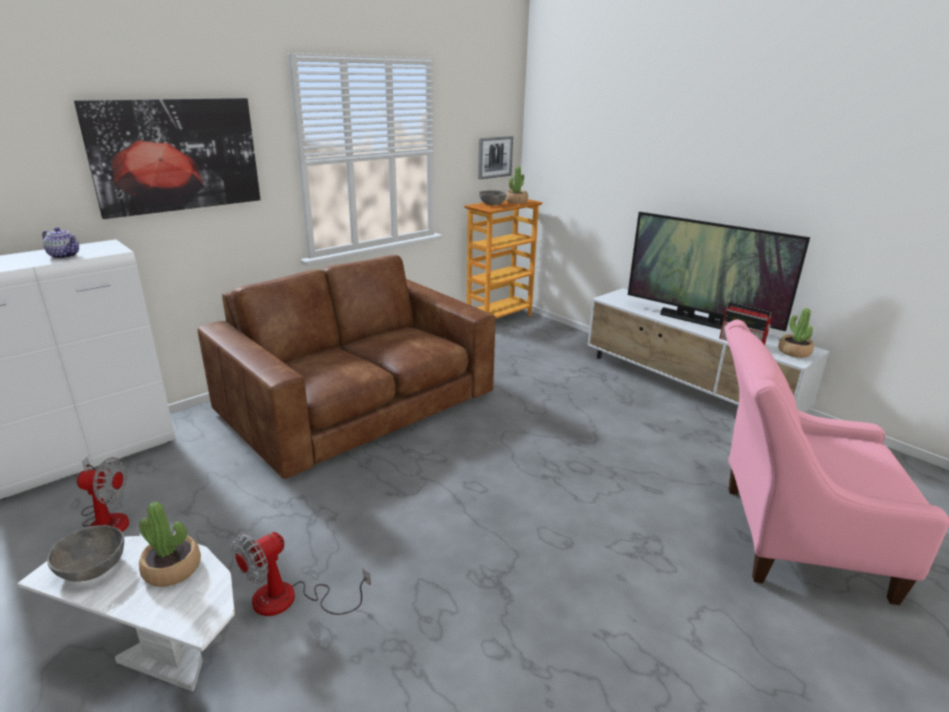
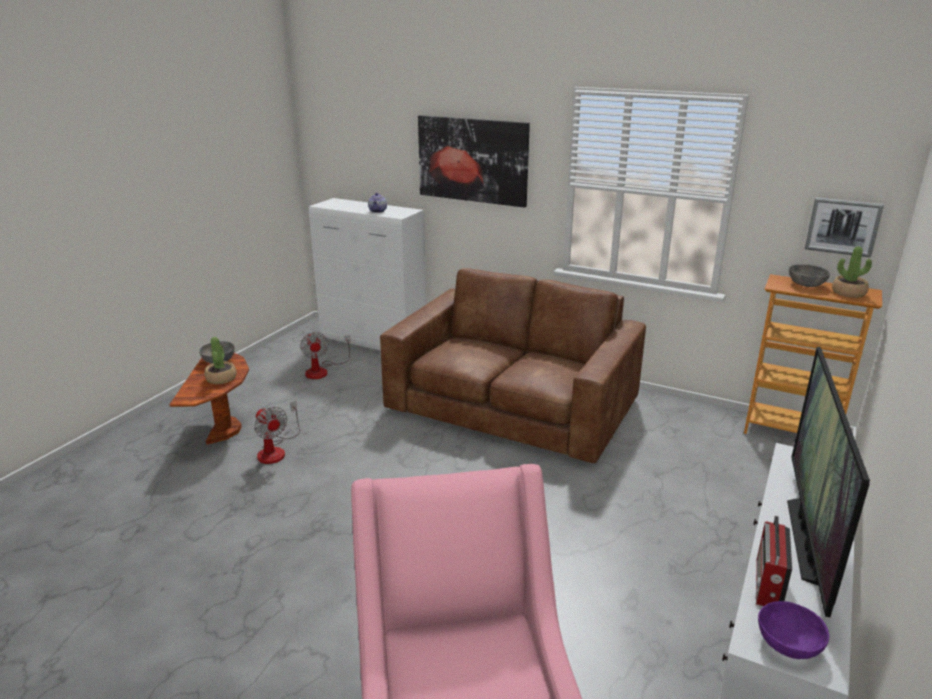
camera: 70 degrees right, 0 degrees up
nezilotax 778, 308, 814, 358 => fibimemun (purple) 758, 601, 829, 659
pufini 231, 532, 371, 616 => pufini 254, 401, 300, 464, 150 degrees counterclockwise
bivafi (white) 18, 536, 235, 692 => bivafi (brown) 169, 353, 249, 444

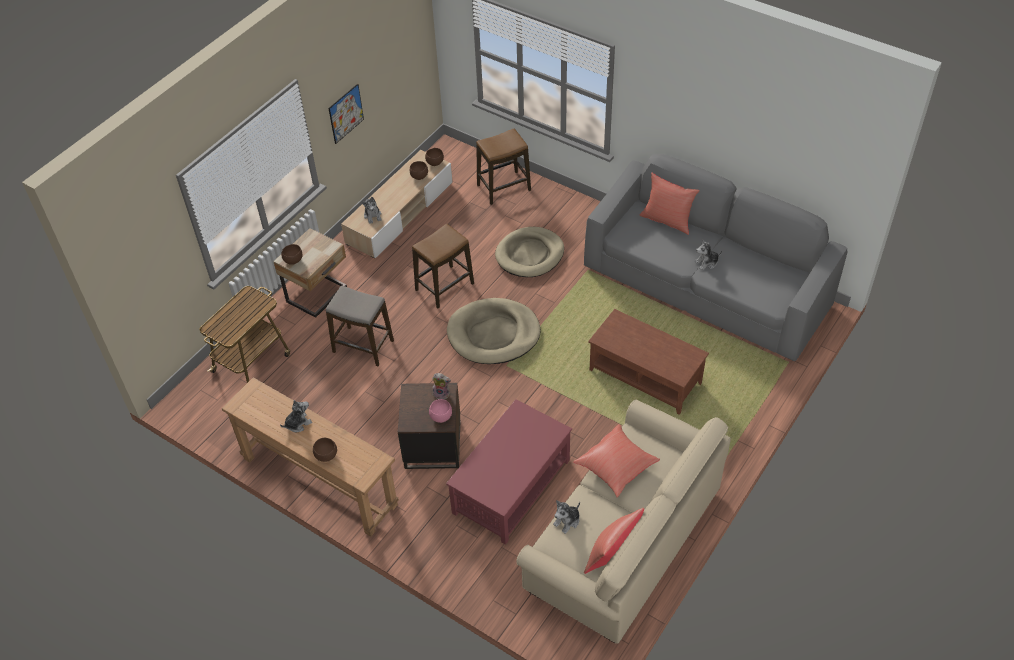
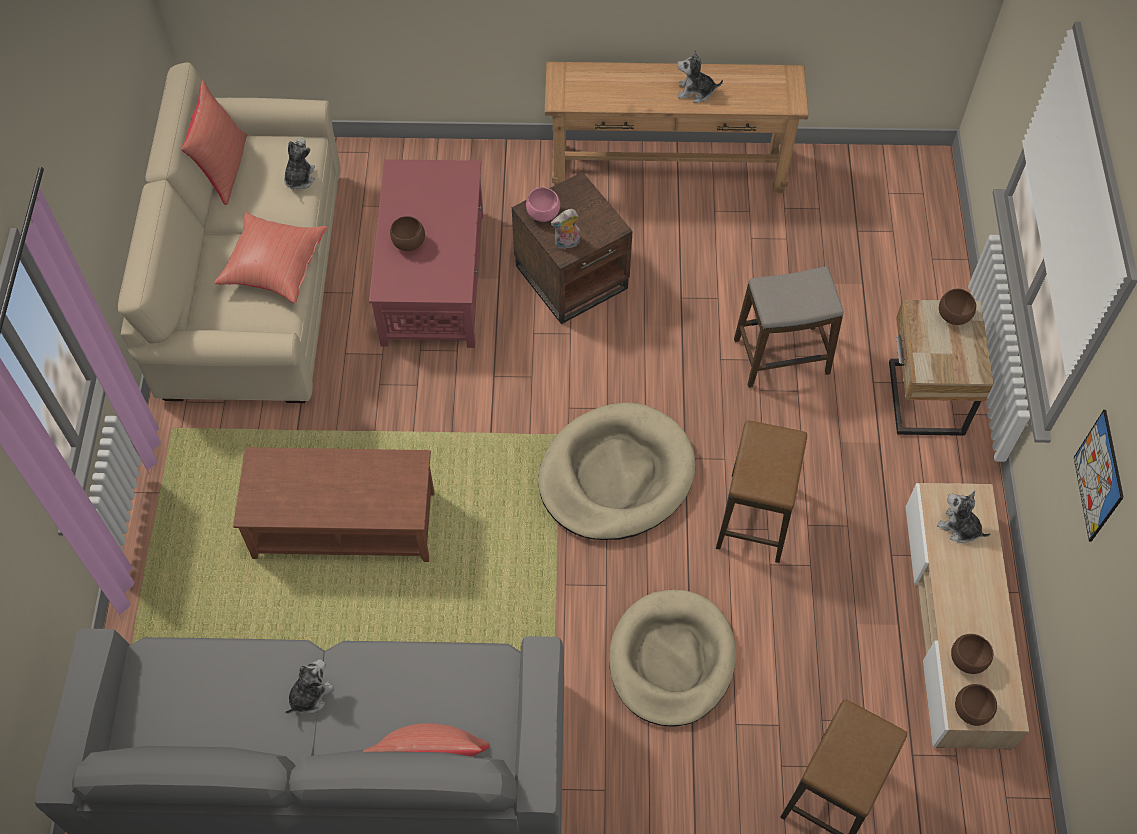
camera: 145 degrees right, 10 degrees up
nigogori 200, 286, 290, 383 => nothing
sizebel 280, 400, 312, 432 => sizebel 677, 50, 723, 103, 75 degrees clockwise
fibimemun (brown) 313, 438, 337, 462 => fibimemun (brown) 390, 216, 425, 251, moved

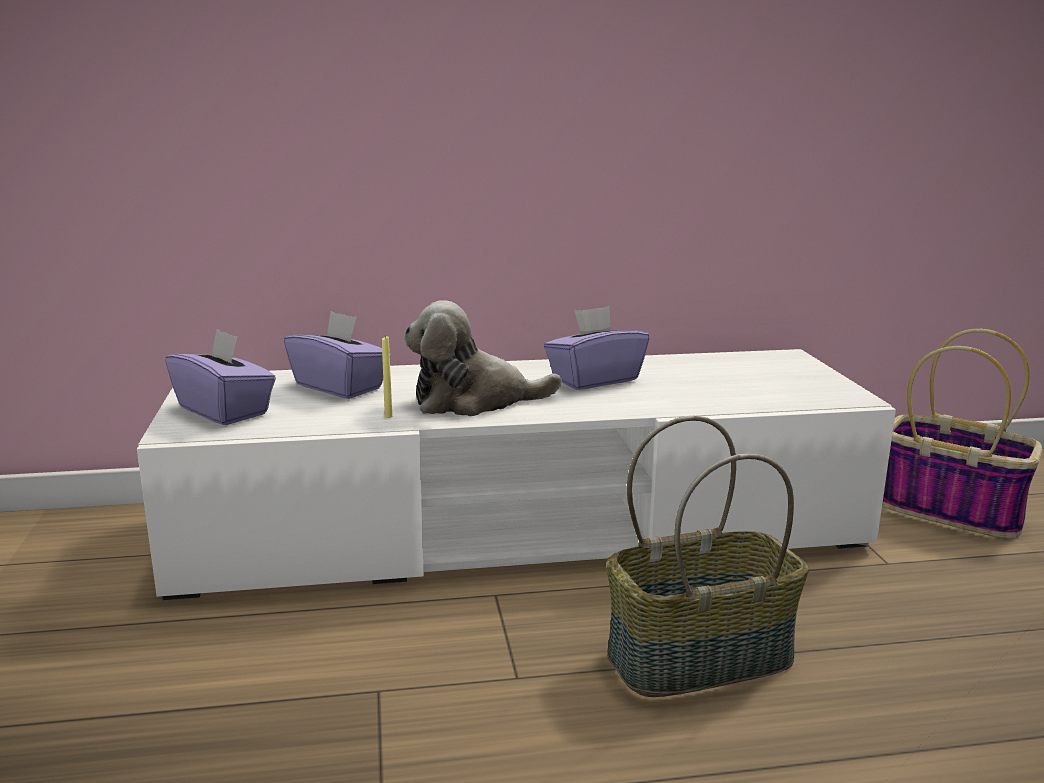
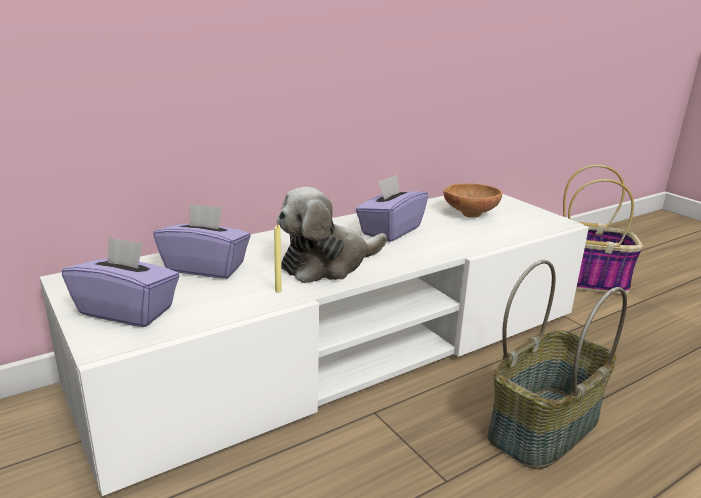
camera: 25 degrees left, 5 degrees up
nothing => fibimemun (brown) 443, 183, 502, 218

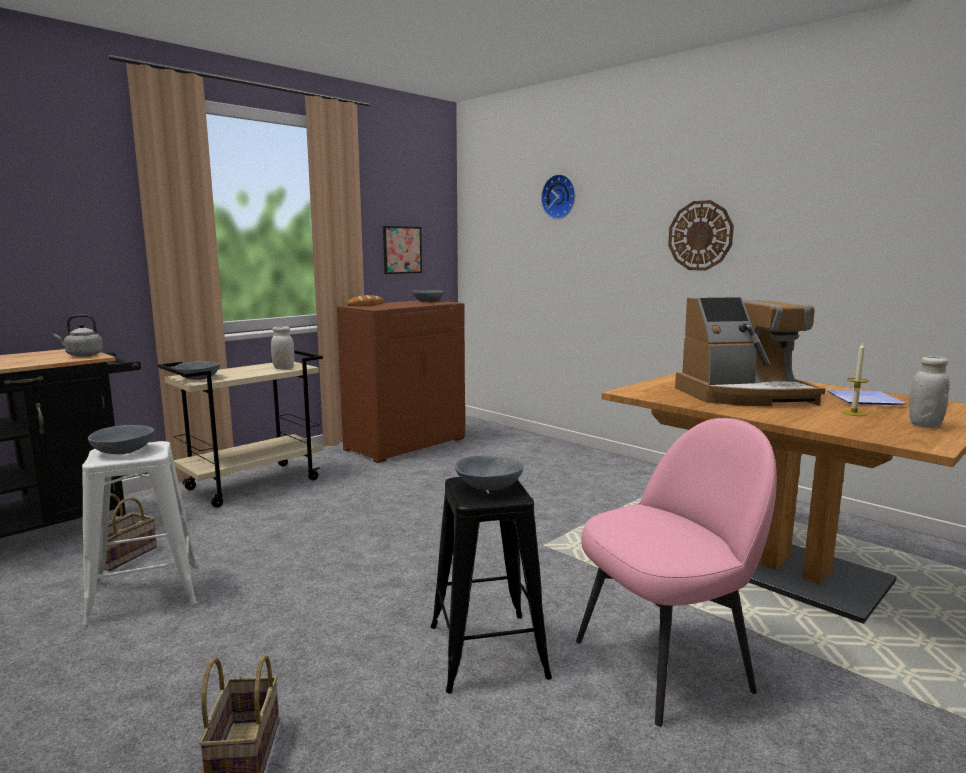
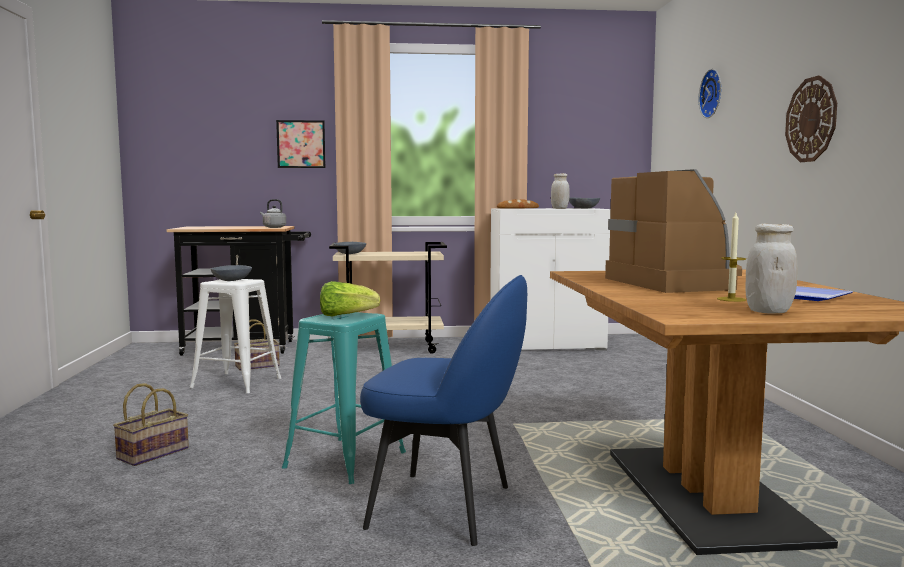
camera: 40 degrees right, 5 degrees down
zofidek 383, 226, 422, 274 => zofidek 276, 120, 325, 168, moved
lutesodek 675, 297, 825, 406 => lutesodek 605, 169, 742, 293, 135 degrees counterclockwise
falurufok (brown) 337, 300, 465, 463 => falurufok (white) 490, 208, 611, 351
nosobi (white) 271, 326, 295, 369 => nosobi (white) 551, 173, 570, 209, moved
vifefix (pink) 576, 418, 777, 727 => vifefix (blue) 360, 275, 527, 546
fibimemun (grey) 455, 456, 523, 491 => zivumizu 320, 281, 380, 316
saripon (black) 431, 477, 552, 694 => saripon (turquoise) 282, 312, 406, 484

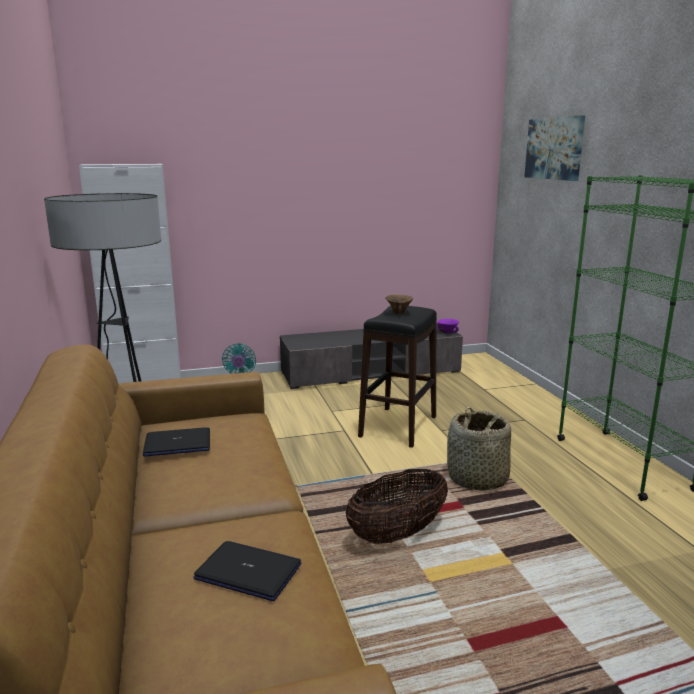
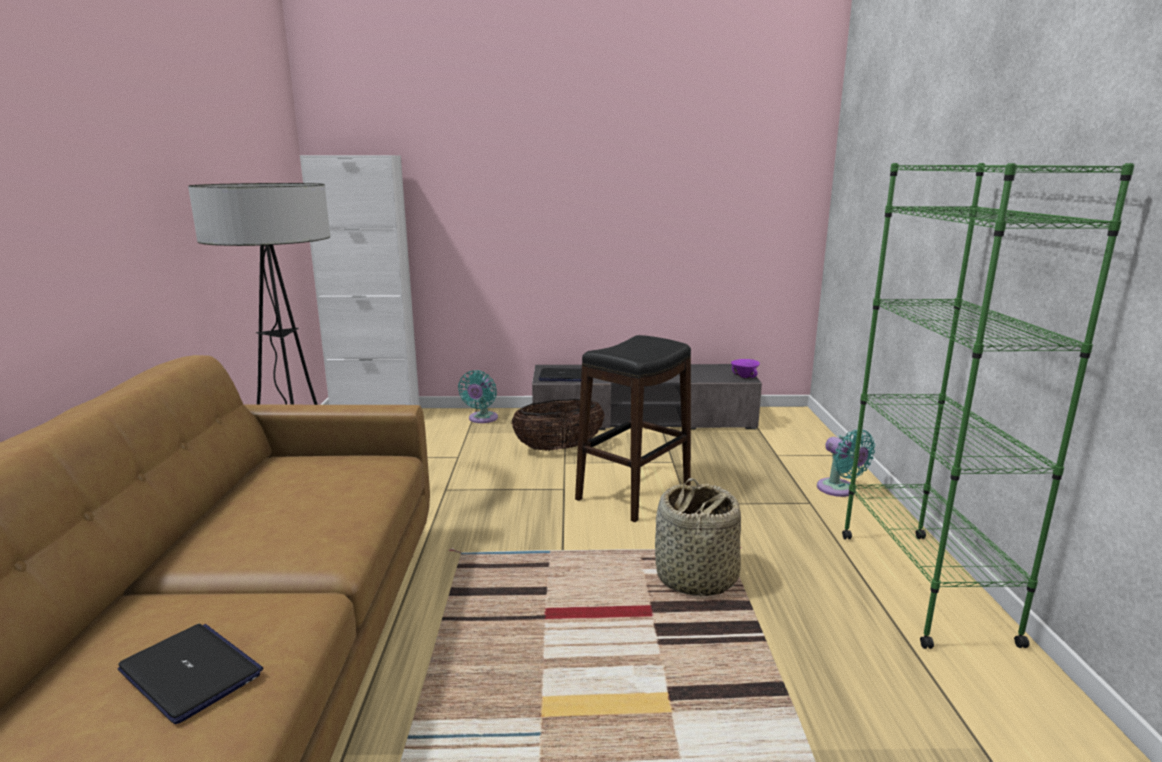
camera: 15 degrees right, 0 degrees up
zofidek 524, 116, 585, 181 => nothing
fibimemun (brown) 385, 294, 413, 314 => nothing
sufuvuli 143, 427, 210, 457 => sufuvuli 539, 368, 582, 381, moved
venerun 346, 469, 448, 544 => venerun 511, 399, 605, 450, moved
nothing => pufini (turquoise) 817, 430, 875, 497

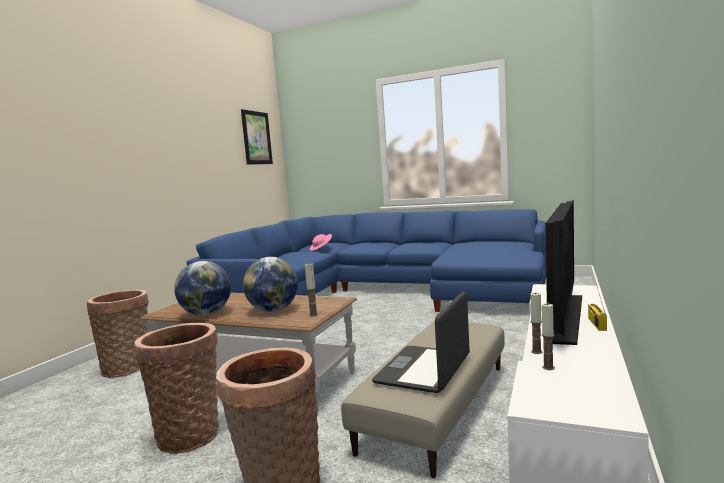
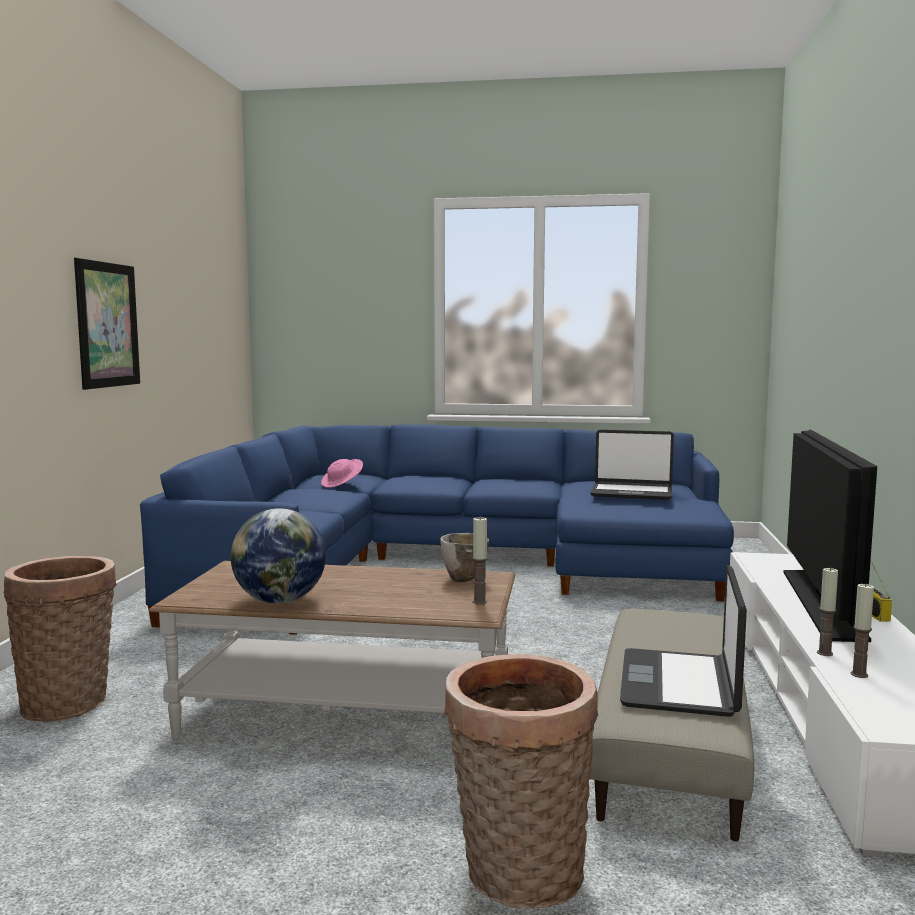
camera: 15 degrees left, 0 degrees up
zofidek 241, 109, 273, 165 => zofidek 74, 258, 140, 390, moved
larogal 243, 257, 298, 312 => nothing
venerun 135, 323, 219, 454 => nothing
nothing => sufuvuli 590, 430, 674, 500
nothing => fibimemun 440, 533, 489, 582

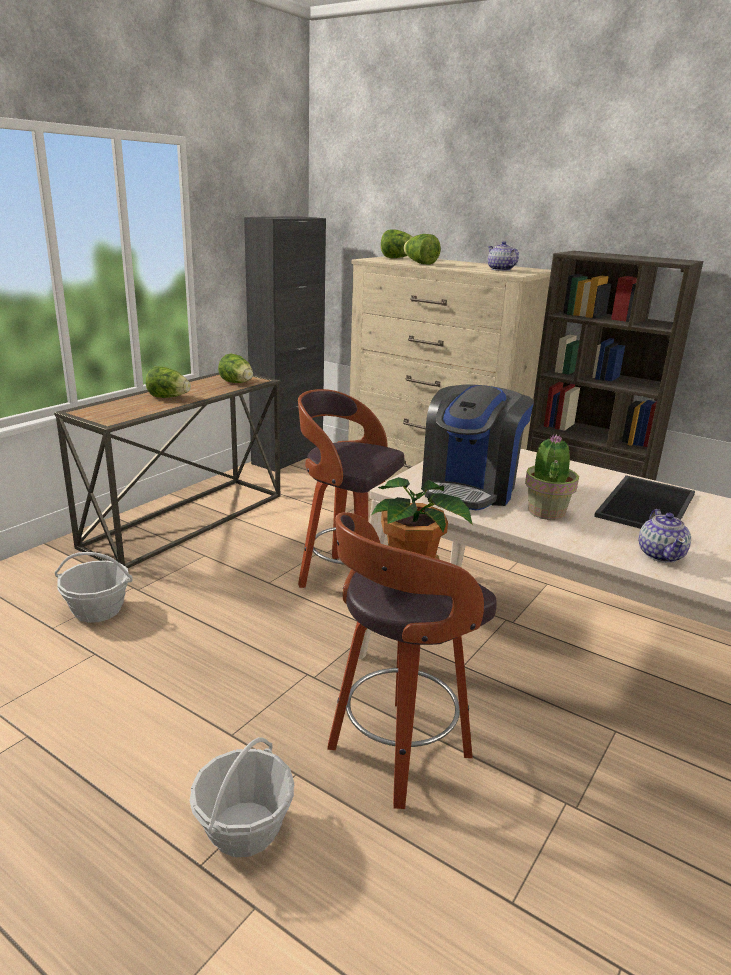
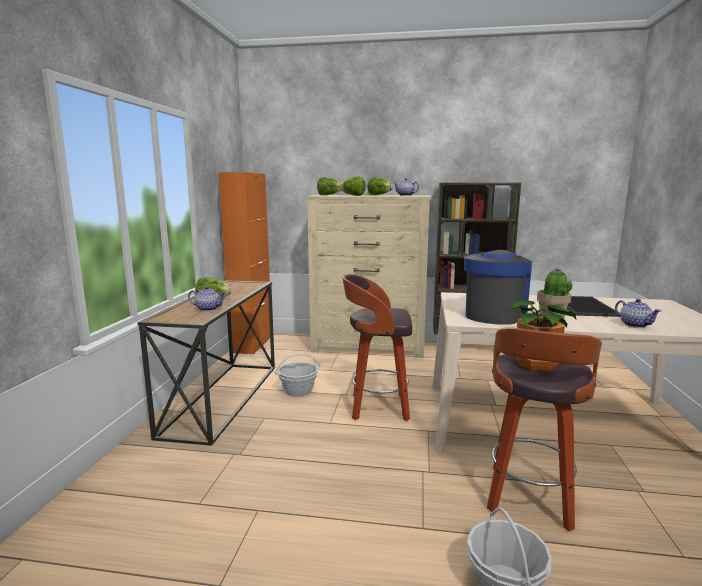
camera: 25 degrees left, 10 degrees down
falurufok (black) 244, 216, 326, 471 => falurufok (orange) 219, 172, 270, 354
zivumizu 218, 353, 253, 383 => zivumizu 368, 177, 393, 195, moved
lutesodek 422, 385, 534, 511 => lutesodek 464, 250, 532, 325, 150 degrees counterclockwise
venerun 55, 552, 133, 623 => venerun 275, 353, 320, 397, moved
nothing => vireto 188, 286, 226, 311

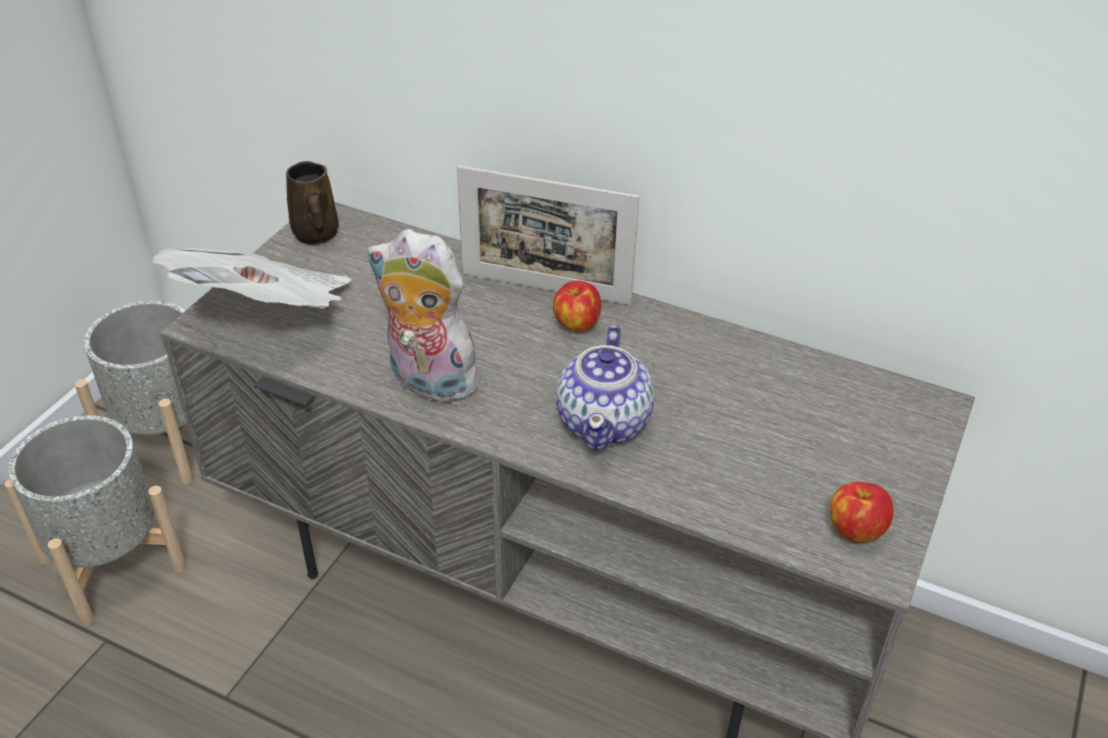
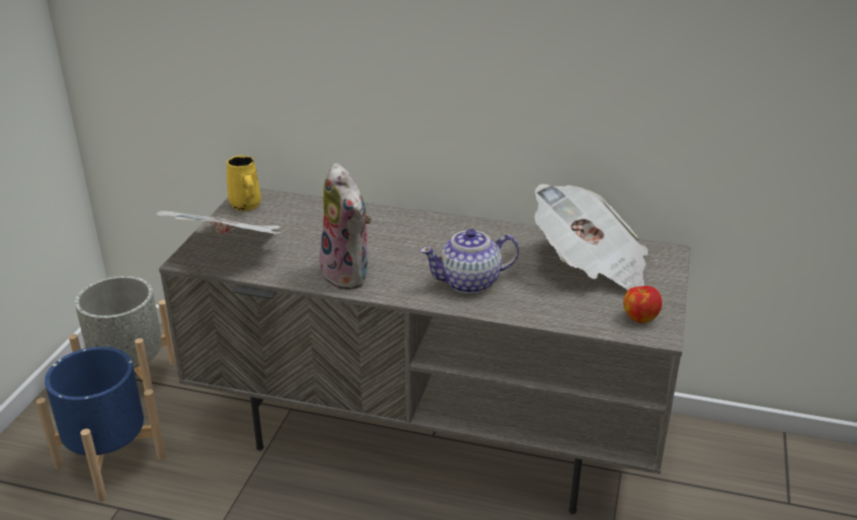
camera: 10 degrees left, 10 degrees down
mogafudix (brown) 286, 161, 339, 245 => mogafudix (yellow) 227, 156, 261, 211
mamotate 457, 165, 640, 305 => nothing
sizebel 367, 229, 482, 403 => sizebel 319, 163, 372, 290, 135 degrees counterclockwise
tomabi 553, 281, 601, 332 => nothing
vireto 556, 325, 654, 450 => vireto 420, 229, 519, 294, 75 degrees clockwise
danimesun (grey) 4, 415, 186, 626 => danimesun (blue) 36, 347, 166, 501
nothing => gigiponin 534, 184, 648, 290

